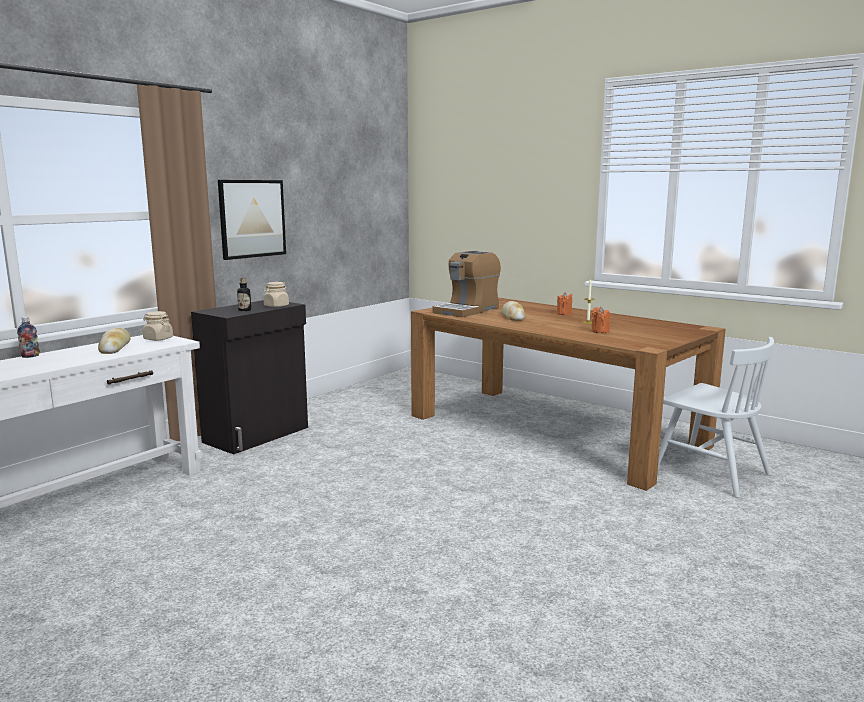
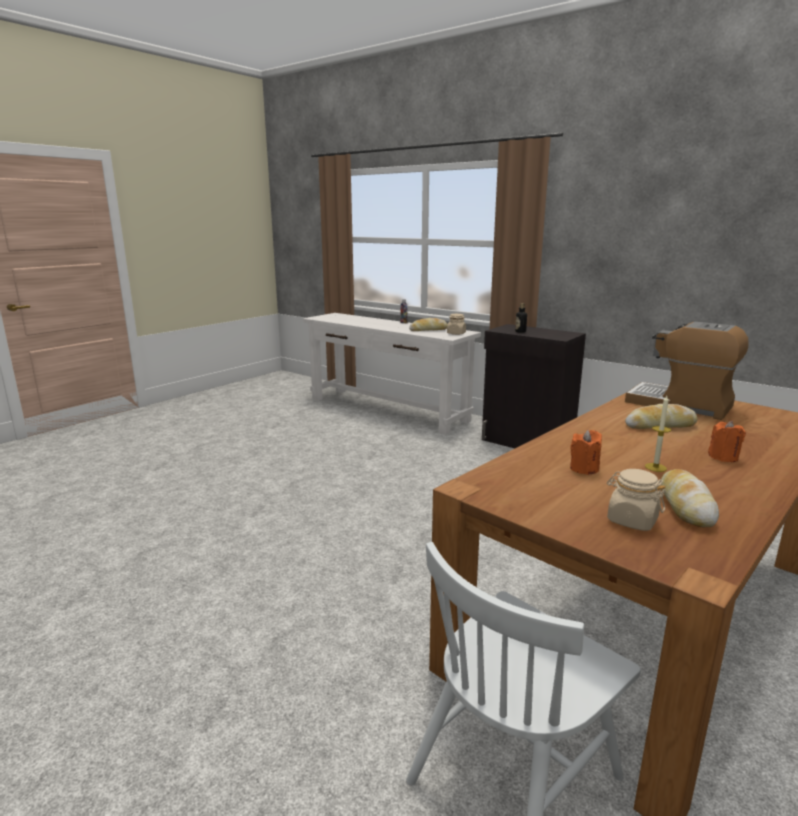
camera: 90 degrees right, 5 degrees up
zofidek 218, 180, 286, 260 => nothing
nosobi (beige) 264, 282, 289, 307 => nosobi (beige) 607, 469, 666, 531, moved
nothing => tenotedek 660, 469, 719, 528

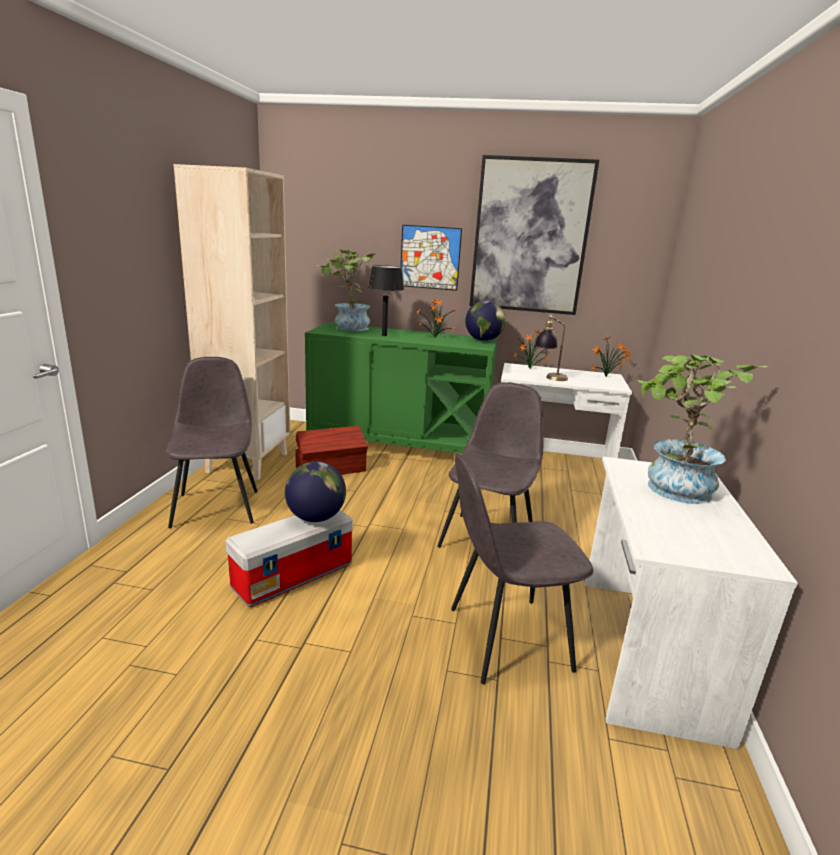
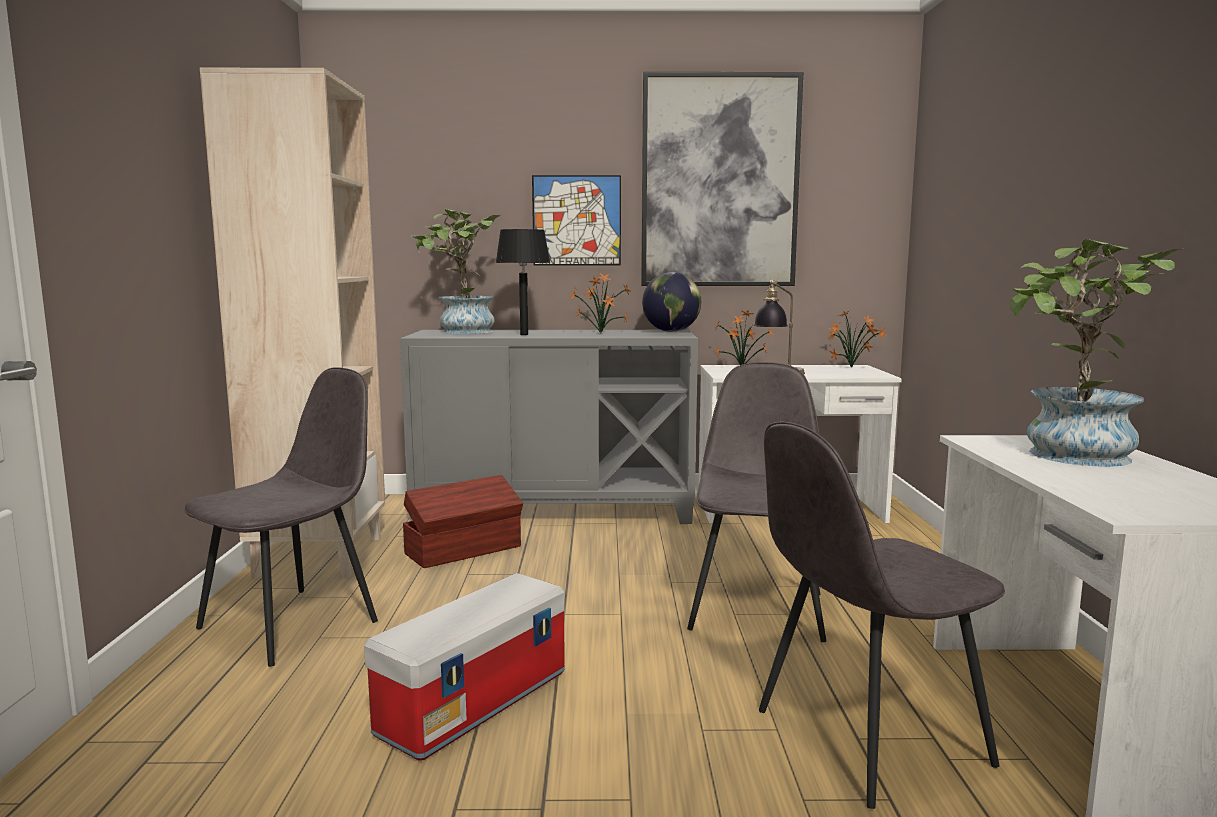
camera: 10 degrees left, 10 degrees down
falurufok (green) 305, 323, 498, 453 => falurufok (grey) 400, 330, 698, 524
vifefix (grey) 165, 357, 258, 528 => vifefix (grey) 184, 367, 378, 667, 60 degrees clockwise
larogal 285, 461, 346, 522 => nothing

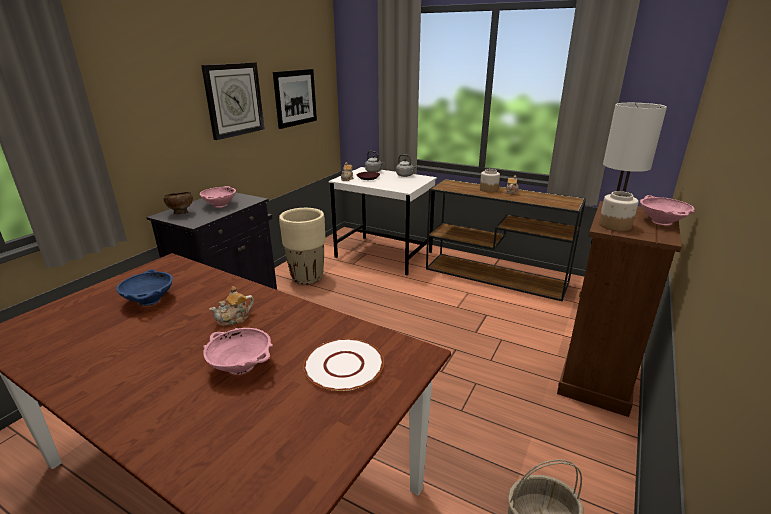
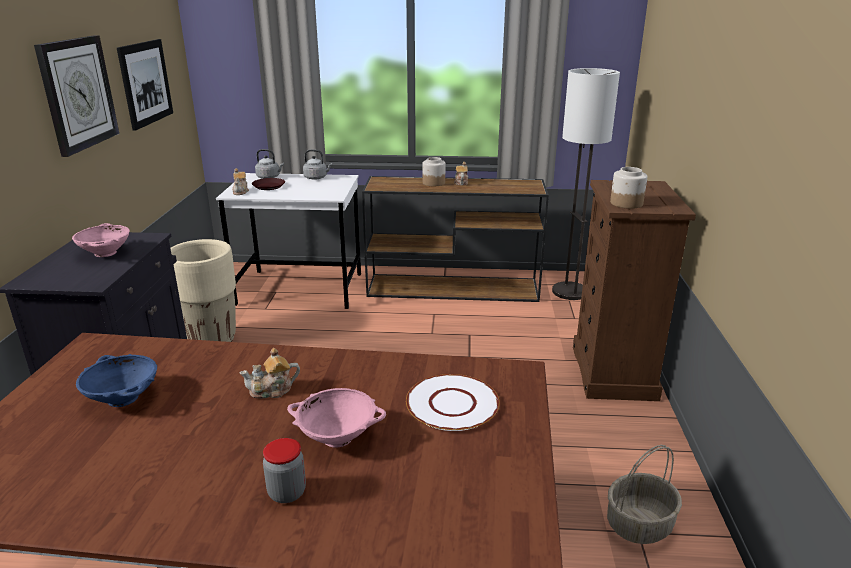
camera: 25 degrees left, 0 degrees up
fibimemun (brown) 164, 192, 193, 214 => nothing
fibimemun (pink) 640, 195, 694, 225 => nothing
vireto 209, 286, 254, 326 => vireto 239, 348, 300, 399, 45 degrees clockwise
nothing => nosobi 263, 438, 306, 503

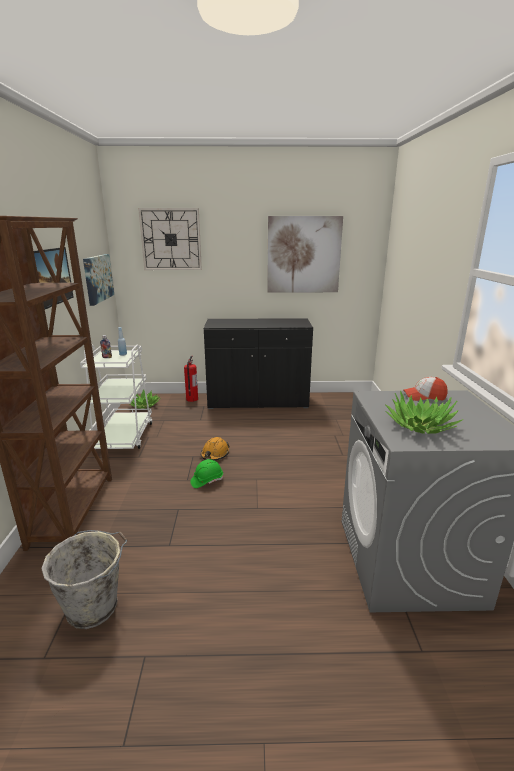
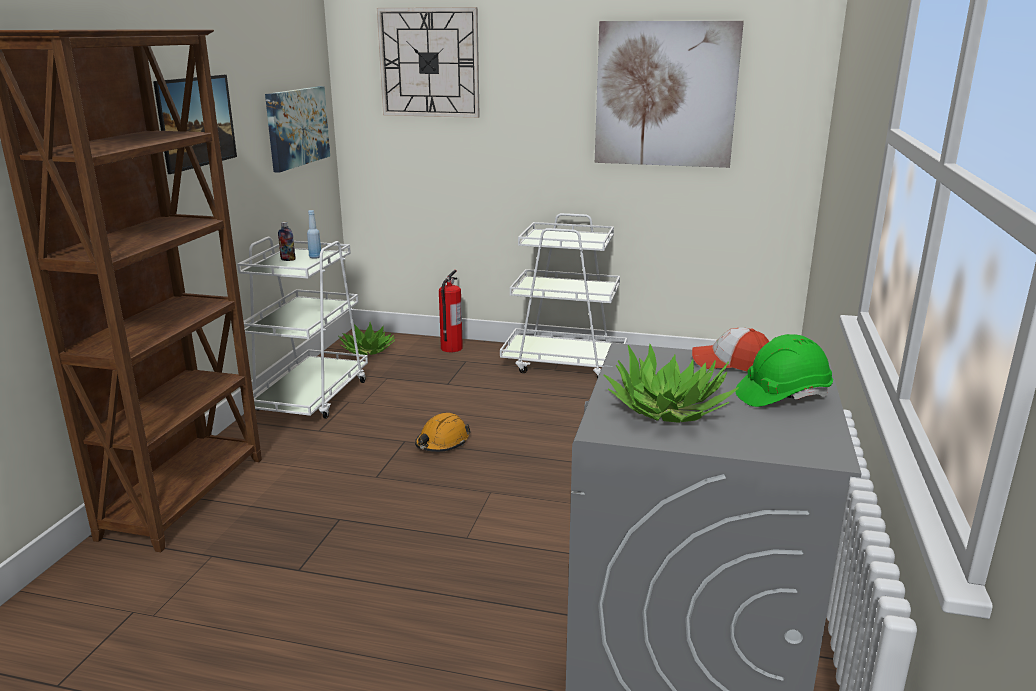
camera: 15 degrees right, 0 degrees up
falurufok (black) 204, 318, 313, 409 => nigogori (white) 500, 213, 627, 379
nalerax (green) 191, 459, 223, 488 => nalerax (green) 735, 334, 833, 407, moved
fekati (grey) 41, 530, 127, 629 => nothing

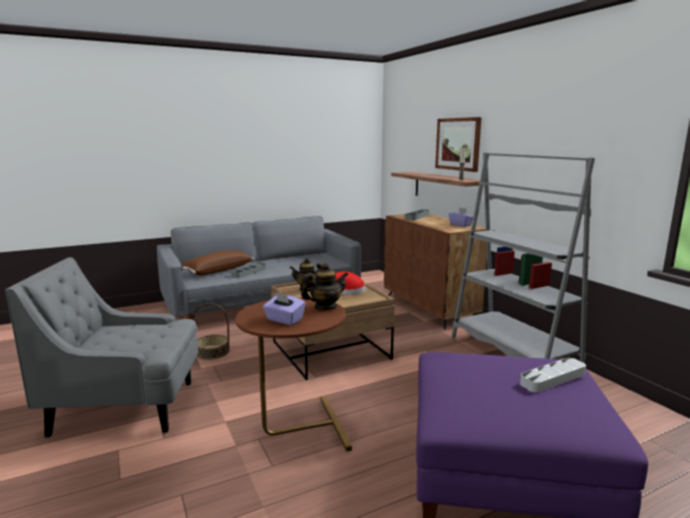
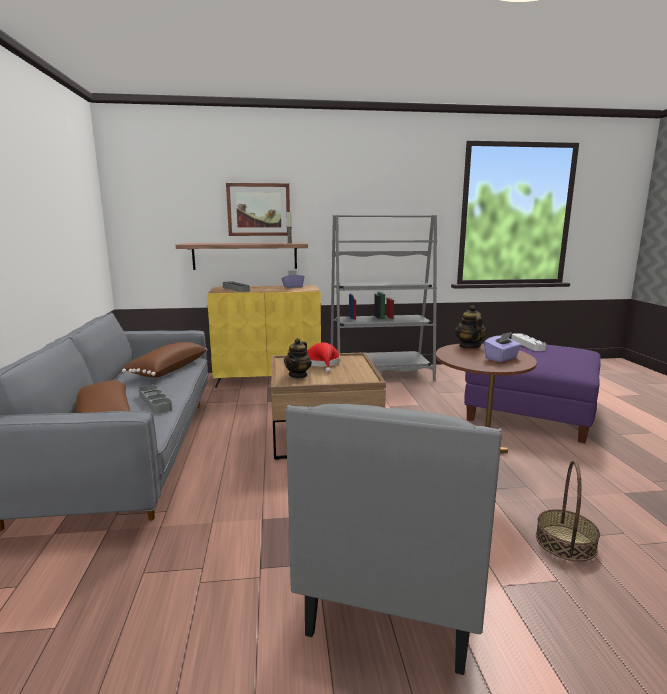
camera: 70 degrees left, 0 degrees up
falurufok (brown) 384, 214, 487, 329 => falurufok (yellow) 207, 285, 321, 388
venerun 192, 303, 230, 360 => venerun 536, 460, 600, 562, moved
nothing => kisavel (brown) 122, 342, 207, 378

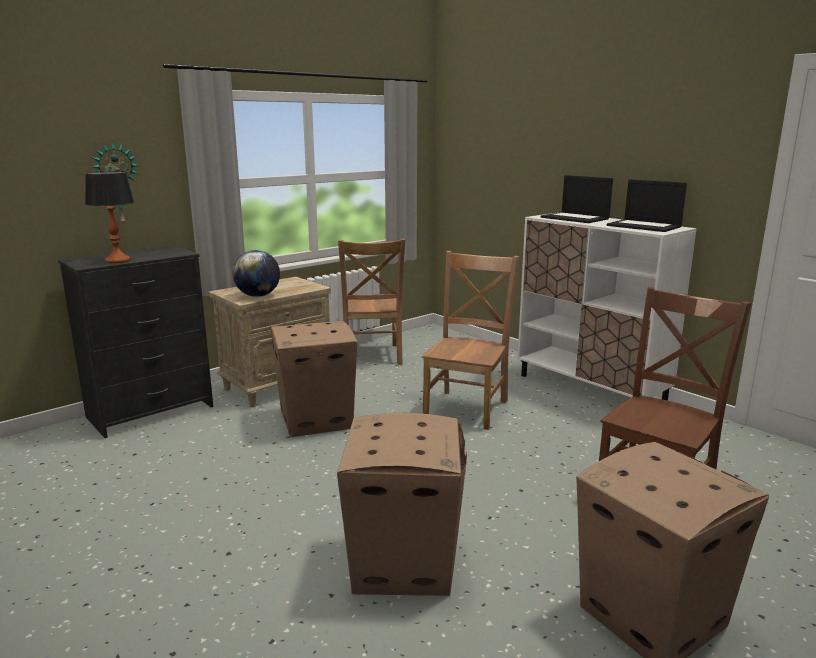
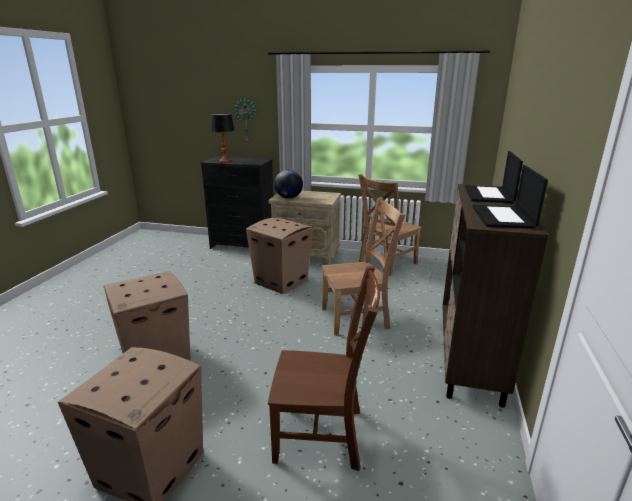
camera: 55 degrees right, 5 degrees up
falurufok (white) 517, 212, 697, 401 => falurufok (brown) 442, 184, 548, 408

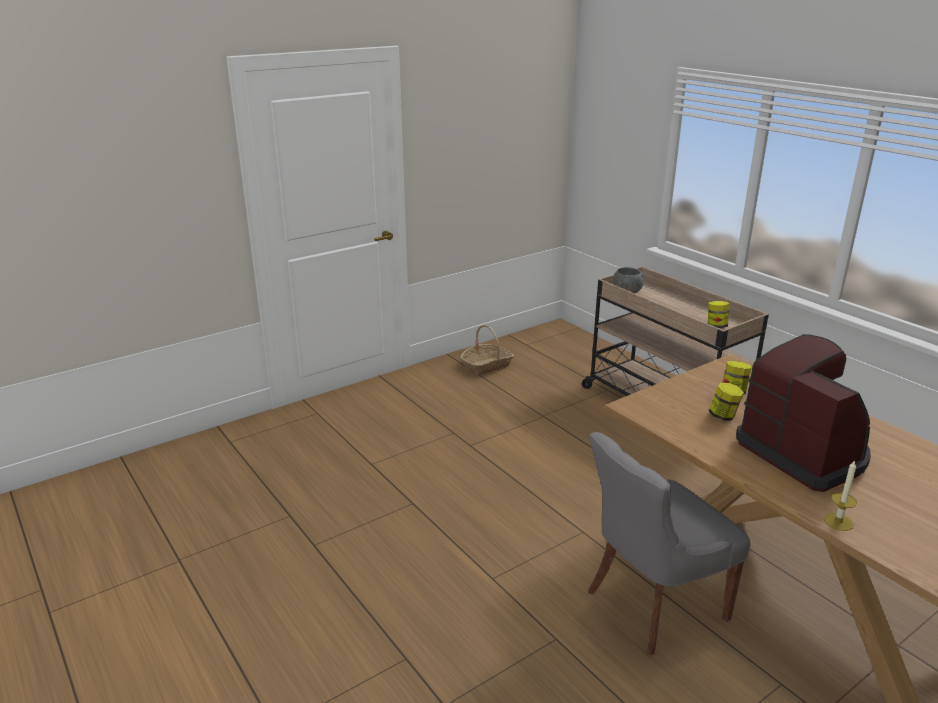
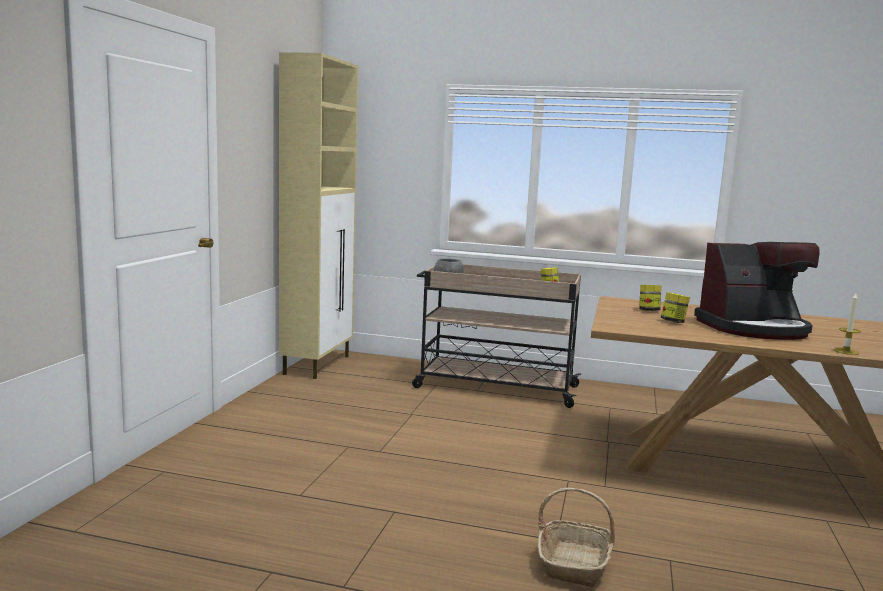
camera: 40 degrees left, 15 degrees down
venerun 460, 325, 514, 375 => venerun 538, 488, 615, 587, moved
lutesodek 736, 334, 871, 492 => lutesodek 694, 242, 820, 340, 150 degrees clockwise
vifefix (grey) 588, 432, 750, 655 => nothing
nothing => falurufok (beige) 279, 52, 359, 379

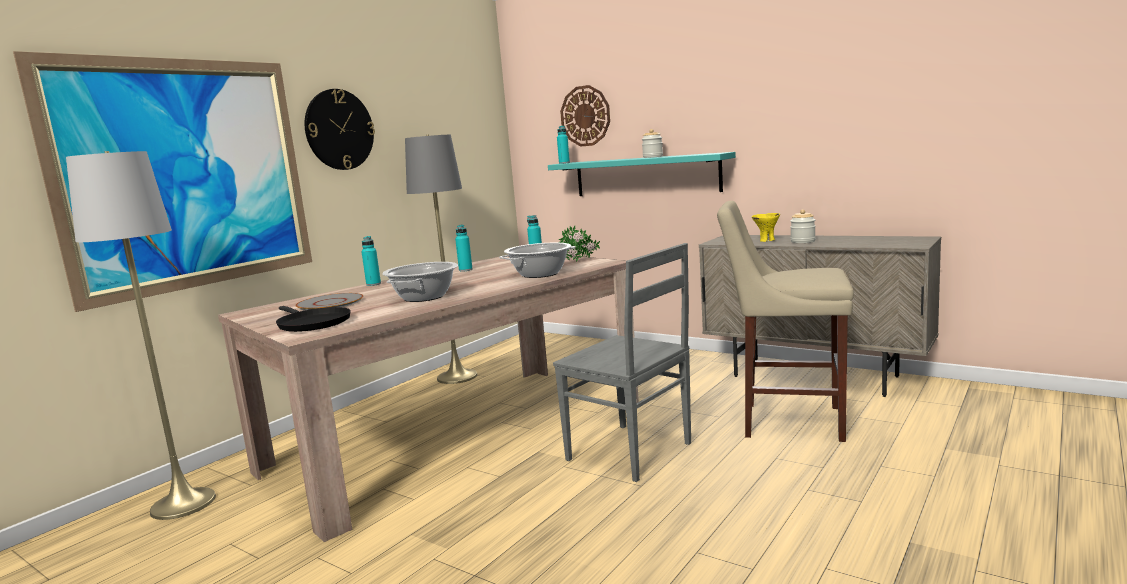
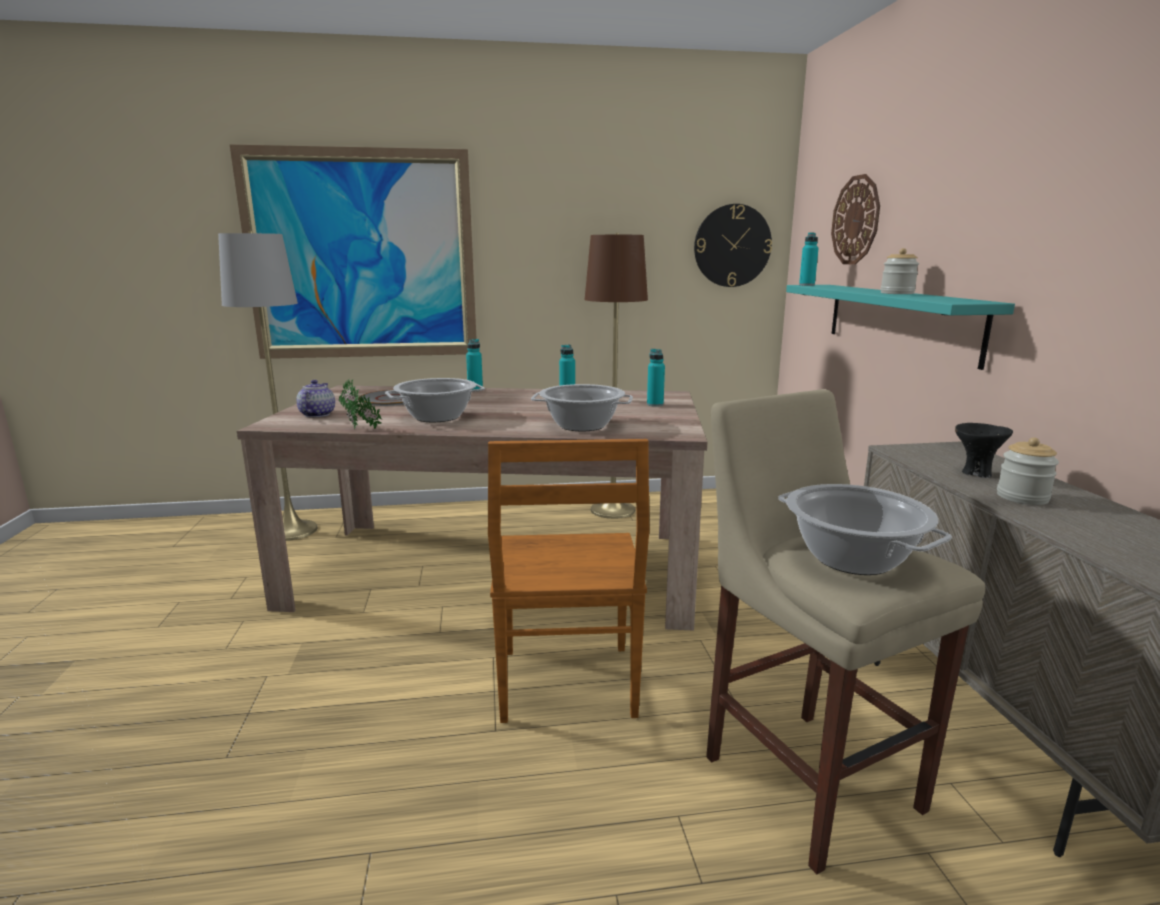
camera: 45 degrees right, 5 degrees up
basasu 305, 89, 375, 170 => basasu 694, 204, 772, 287, moved
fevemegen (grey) 405, 134, 477, 384 => fevemegen (brown) 585, 233, 648, 519
fibimemun (yellow) 752, 213, 780, 242 => fibimemun (black) 955, 423, 1013, 478
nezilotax 559, 226, 600, 262 => nezilotax 339, 378, 382, 429, moved
vifefix (grey) 553, 243, 691, 482 => vifefix (brown) 488, 439, 649, 723
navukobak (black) 276, 306, 351, 332 => vireto 296, 380, 335, 417
nothing => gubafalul 778, 484, 952, 575

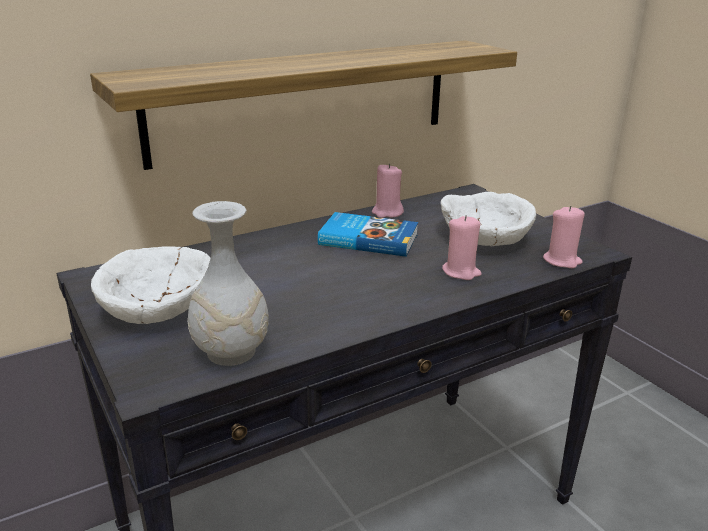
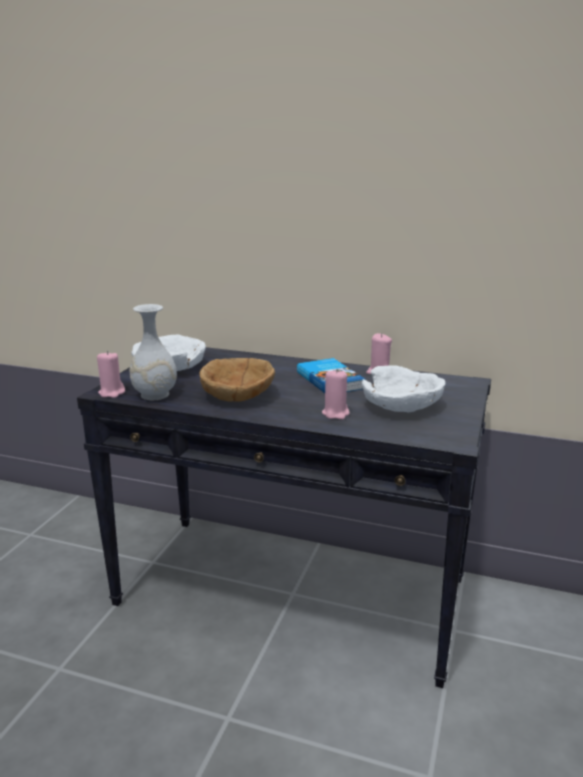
camera: 50 degrees right, 5 degrees down
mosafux 90, 40, 517, 170 => nothing
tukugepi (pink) 543, 206, 585, 268 => tukugepi (pink) 97, 351, 125, 398, moved
nothing => fibimemun (brown) 199, 358, 275, 402

